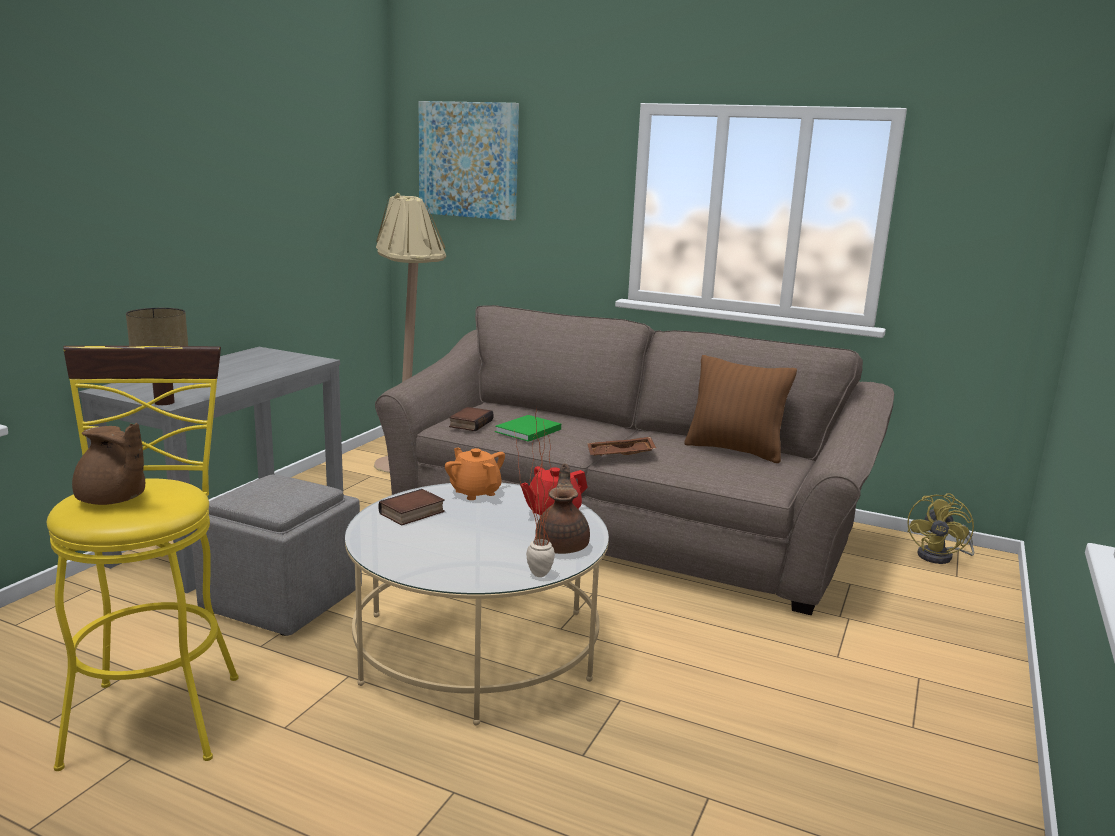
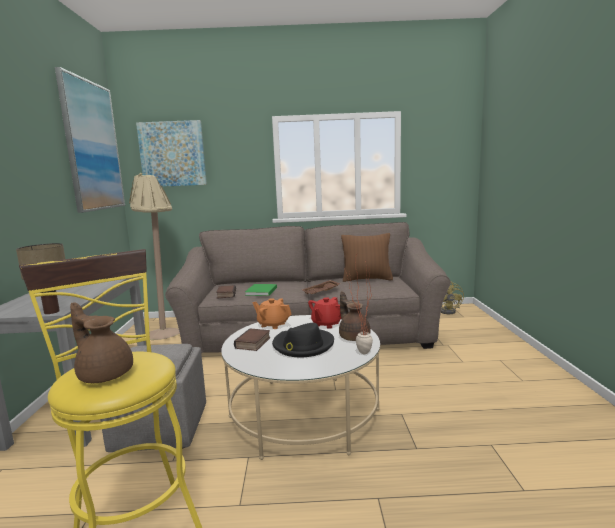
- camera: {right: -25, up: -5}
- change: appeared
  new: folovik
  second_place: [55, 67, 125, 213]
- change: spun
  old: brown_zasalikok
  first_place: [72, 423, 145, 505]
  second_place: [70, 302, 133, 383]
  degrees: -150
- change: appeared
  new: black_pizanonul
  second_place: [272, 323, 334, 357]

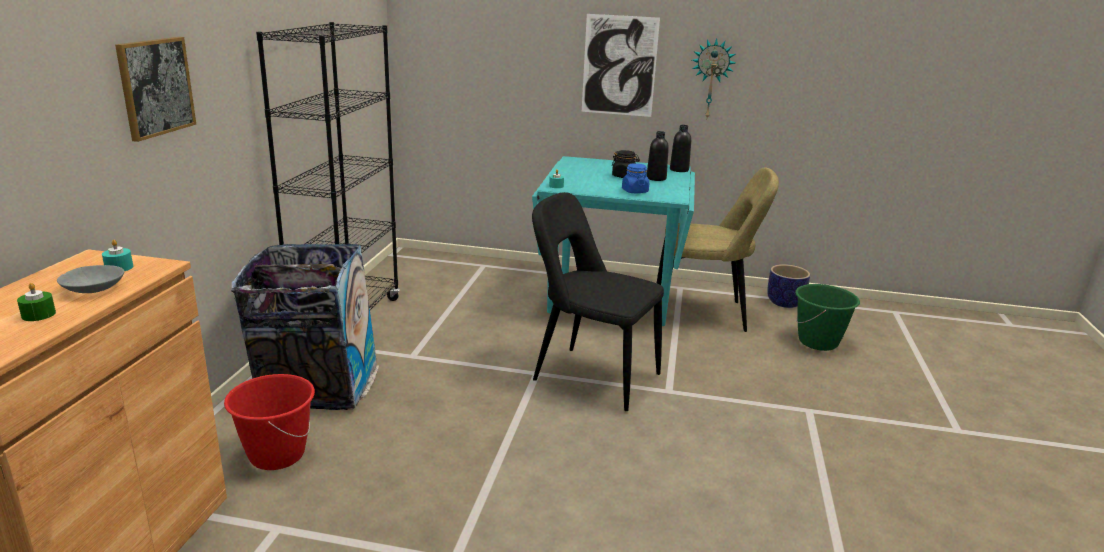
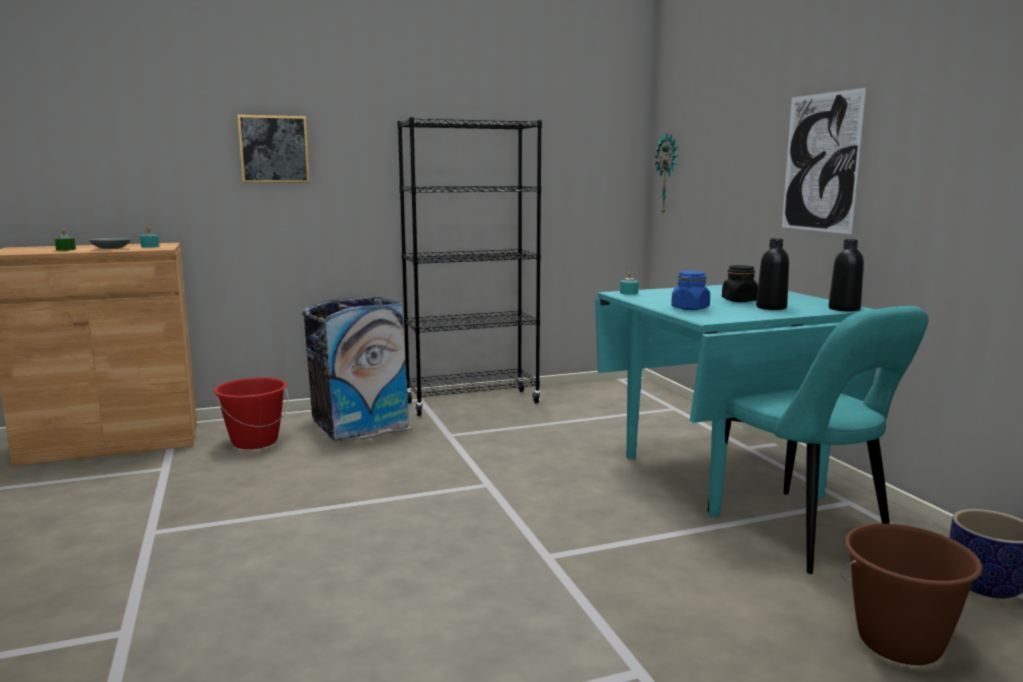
- camera: {right: 60, up: -10}
- change: relocated
  old: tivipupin
  first_place: [692, 38, 736, 118]
  second_place: [654, 133, 678, 214]
- change: colour
  old: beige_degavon
  new: turquoise_degavon
  first_place: [657, 168, 779, 332]
  second_place: [707, 306, 928, 574]
- change: colour
  old: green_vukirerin
  new: brown_vukirerin
  first_place: [795, 284, 860, 351]
  second_place: [841, 524, 983, 665]
- change: missing
  old: black_degavon
  first_place: [532, 192, 664, 411]

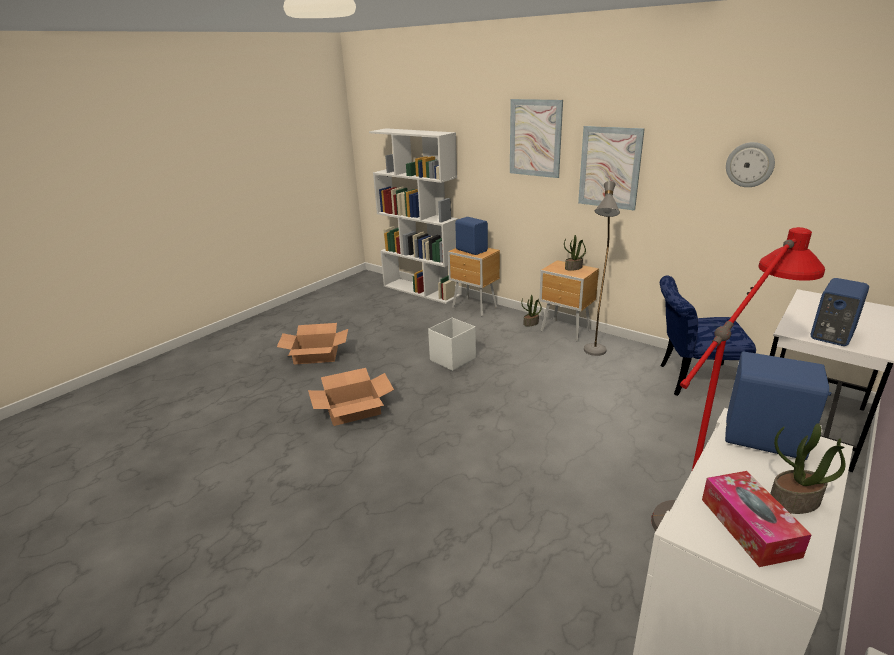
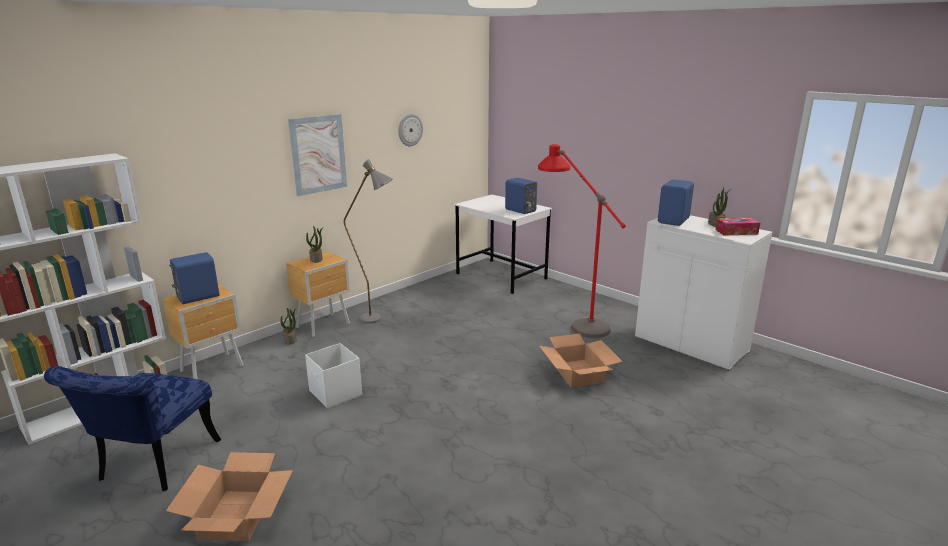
- camera: {right: -85, up: -5}
- change: relocated
  old: blue_degavon
  first_place: [660, 275, 756, 396]
  second_place: [44, 366, 221, 491]
- change: relocated
  old: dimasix
  first_place: [308, 368, 394, 426]
  second_place: [539, 333, 623, 388]
- change: missing
  old: folovik
  first_place: [510, 99, 563, 178]

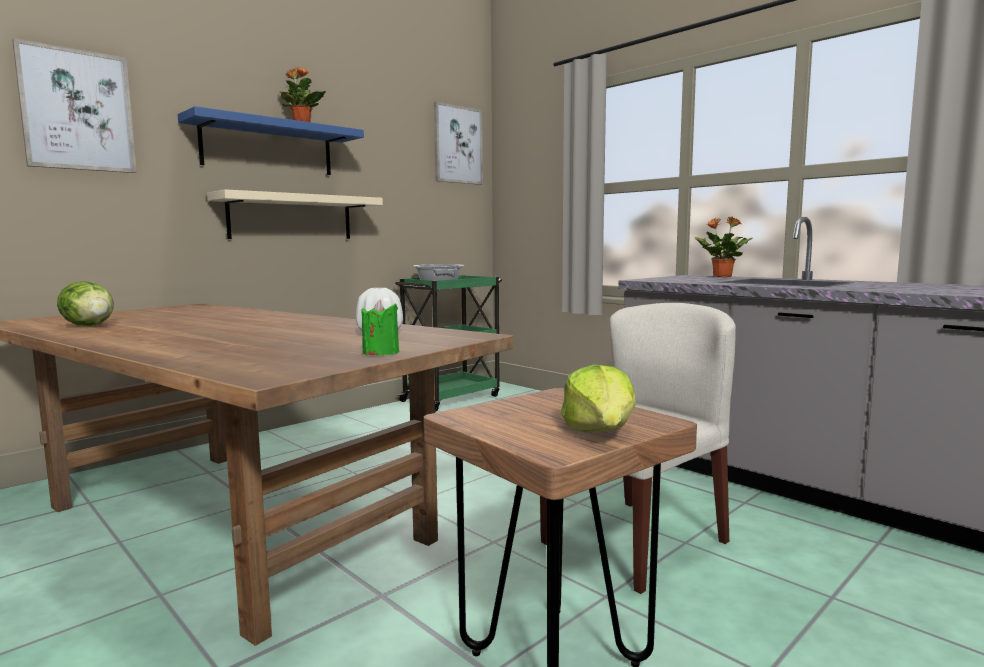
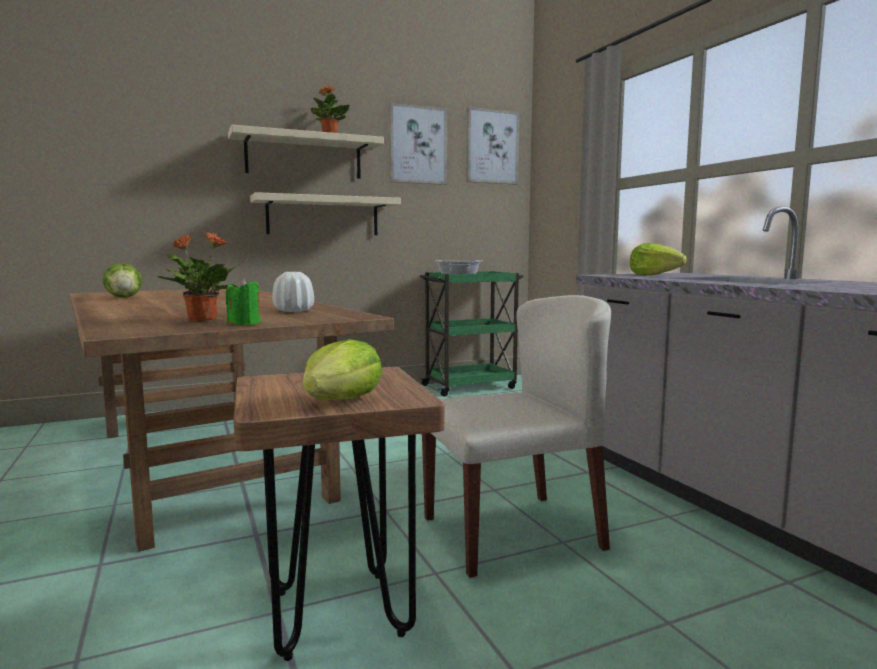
- camera: {right: 20, up: 0}
- change: relocated
  old: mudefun
  first_place: [695, 217, 752, 277]
  second_place: [157, 232, 240, 321]
- change: colour
  old: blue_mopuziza
  new: beige_mopuziza
  first_place: [178, 106, 364, 175]
  second_place: [228, 125, 384, 179]
- change: relocated
  old: folovik
  first_place: [12, 38, 137, 173]
  second_place: [389, 102, 447, 185]
- change: appeared
  new: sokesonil
  second_place: [630, 243, 687, 275]

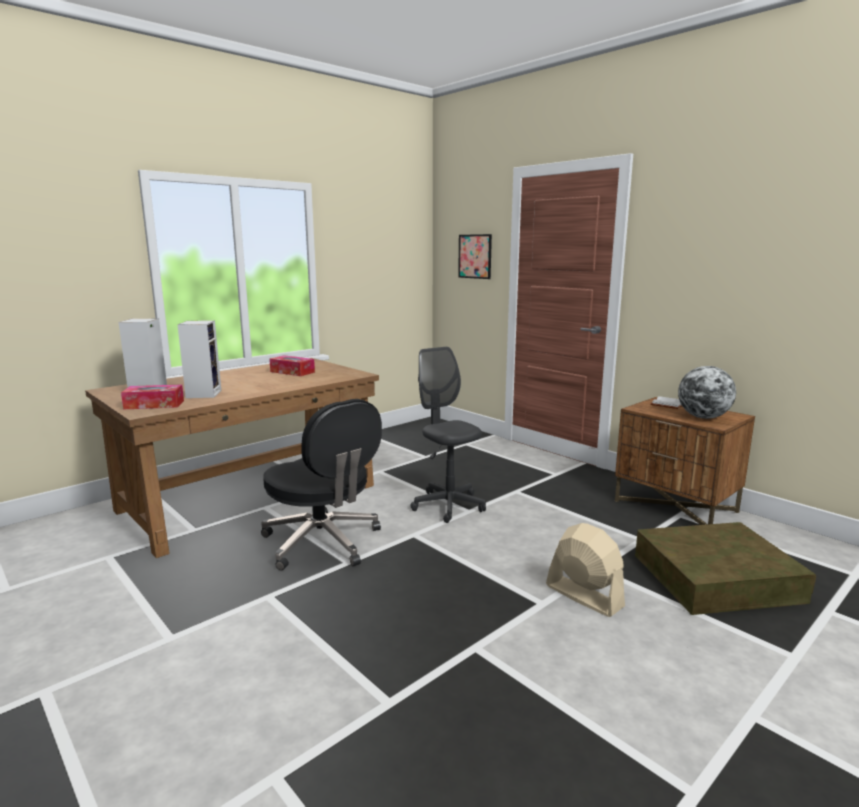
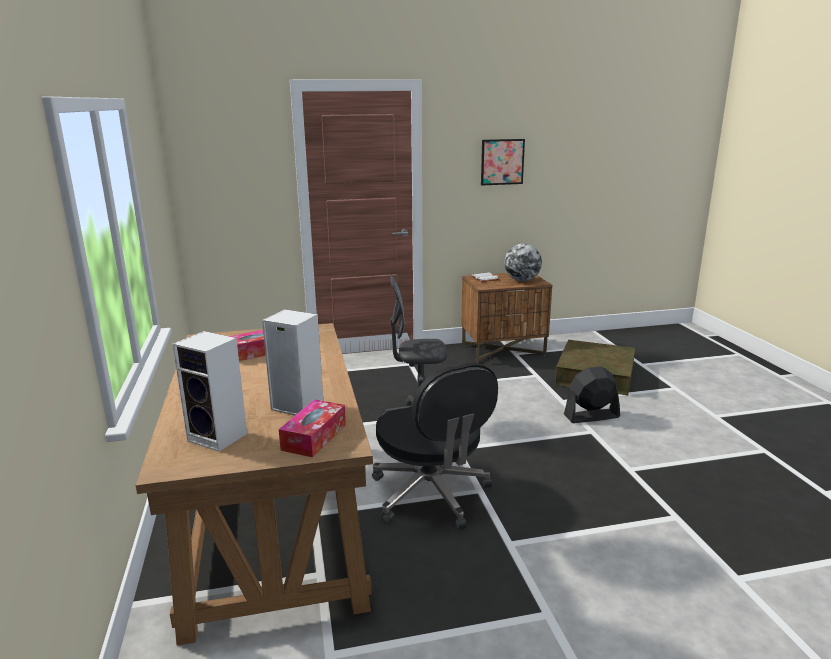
- camera: {right: -60, up: 5}
- change: spun
  old: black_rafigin
  first_place: [261, 399, 382, 571]
  second_place: [372, 362, 498, 530]
  degrees: 75
- change: relocated
  old: folovik
  first_place: [458, 234, 492, 279]
  second_place: [481, 139, 525, 186]
- change: colour
  old: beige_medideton
  new: black_medideton
  first_place: [546, 523, 625, 617]
  second_place: [564, 367, 620, 423]

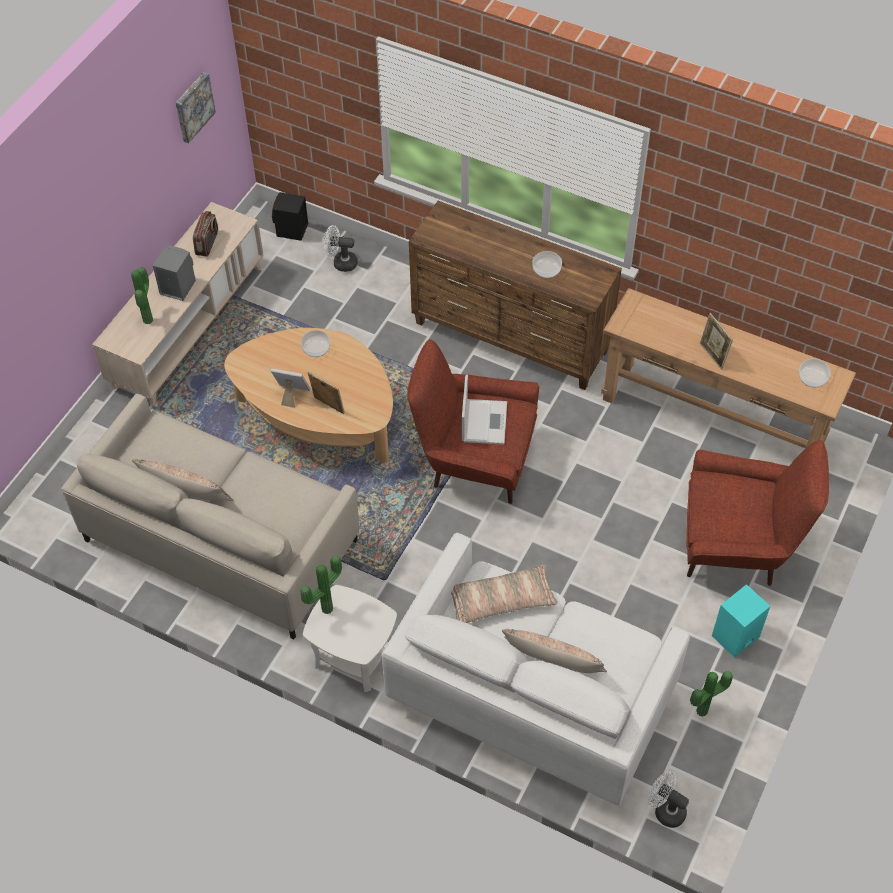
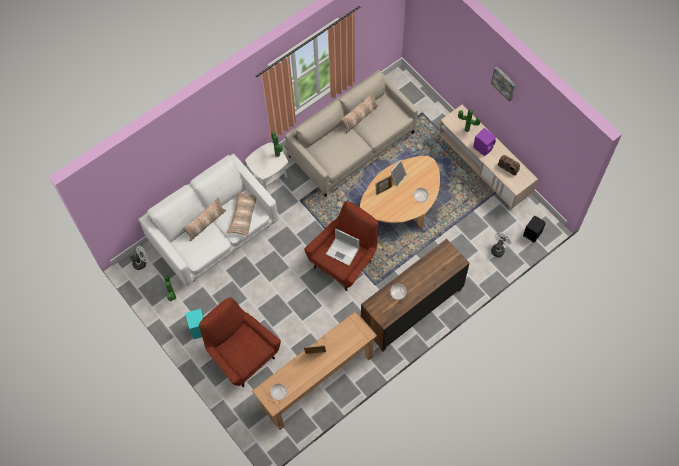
- camera: {right: 115, up: 10}
- change: spun
  old: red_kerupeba
  first_place: [686, 440, 829, 586]
  second_place: [199, 297, 281, 387]
  degrees: 105
- change: colour
  old: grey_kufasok
  new: purple_kufasok
  first_place: [153, 245, 196, 301]
  second_place: [473, 128, 496, 156]
- change: relocated
  old: folovik
  first_place: [176, 72, 216, 144]
  second_place: [491, 67, 516, 102]

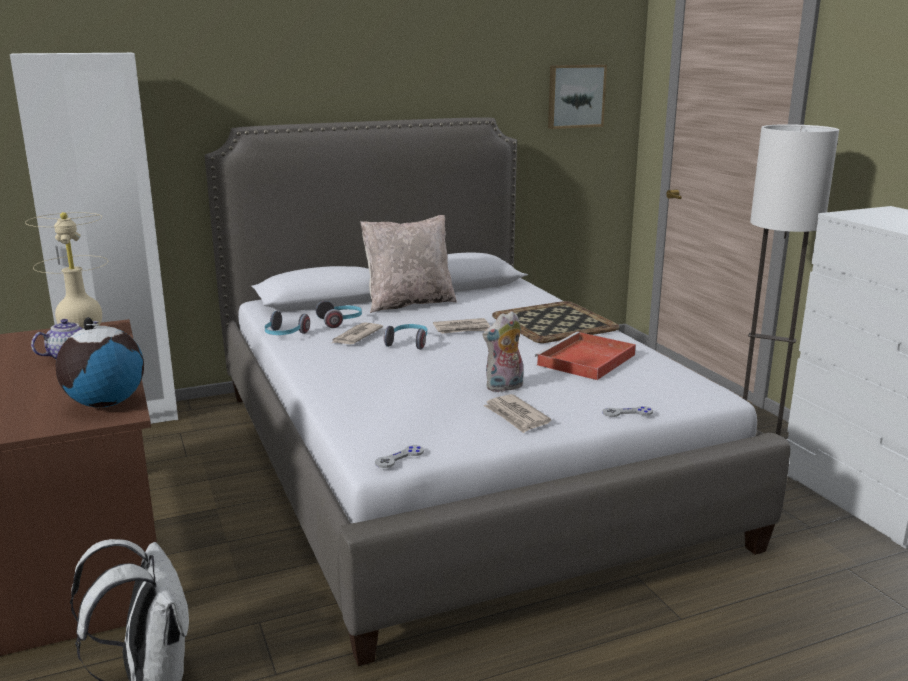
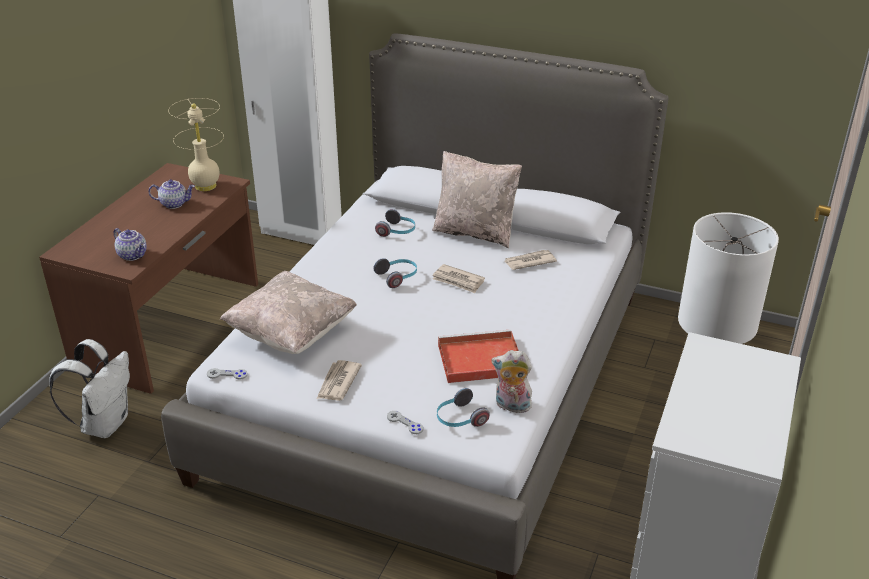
- camera: {right: 45, up: 15}
- change: exchanged
  old: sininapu
  new: zasalikok
  first_place: [55, 317, 144, 407]
  second_place: [113, 228, 147, 261]
- change: appeared
  new: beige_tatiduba
  second_place: [220, 271, 357, 354]
- change: relocated
  old: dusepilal
  first_place: [264, 311, 310, 335]
  second_place: [437, 388, 490, 427]
- change: relocated
  old: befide
  first_place: [483, 311, 523, 392]
  second_place: [491, 350, 532, 413]
- change: relocated
  old: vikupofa
  first_place: [332, 323, 383, 344]
  second_place: [504, 250, 557, 270]
- change: missing
  old: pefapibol
  first_place: [492, 301, 619, 343]
- change: missing
  old: folovik
  first_place: [548, 65, 607, 129]

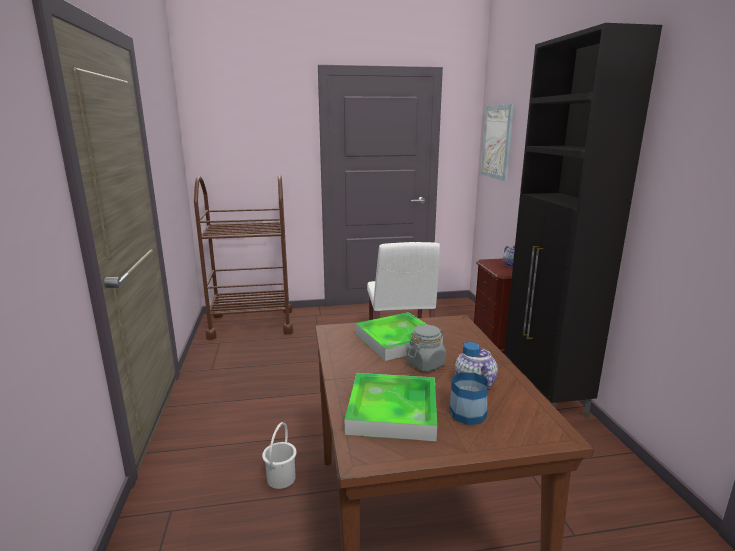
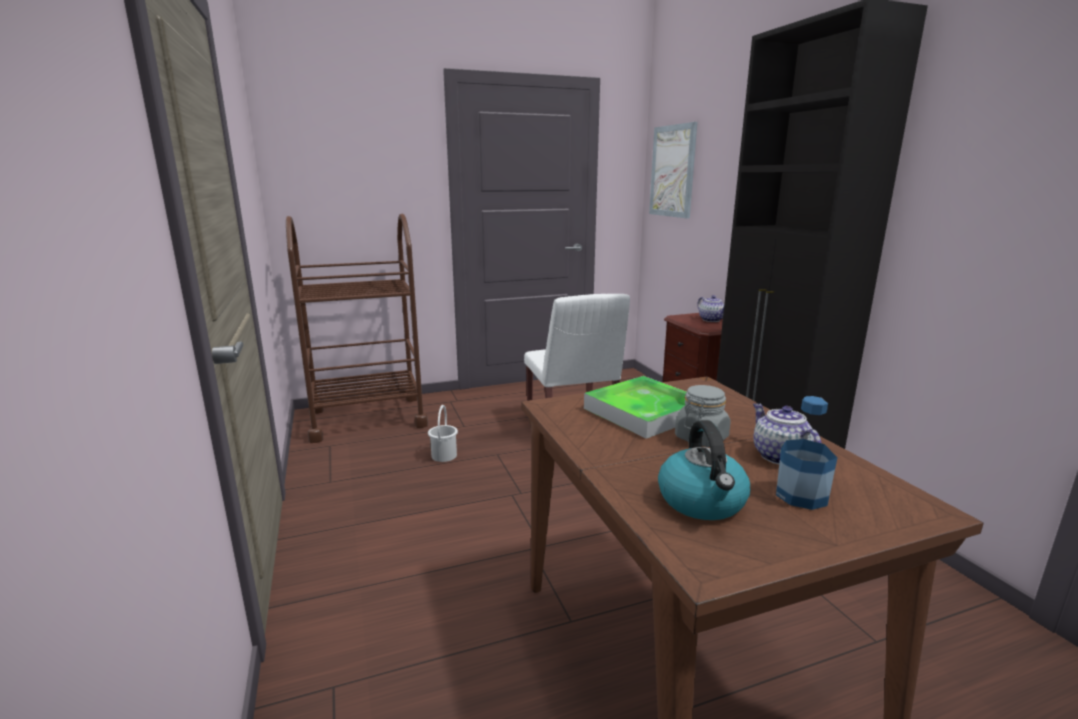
- camera: {right: -10, up: 0}
- change: relocated
  old: white_vukirerin
  first_place: [262, 422, 297, 489]
  second_place: [428, 405, 458, 462]
- change: exchanged
  old: pefapibol
  new: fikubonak
  first_place: [345, 373, 437, 441]
  second_place: [658, 420, 750, 520]

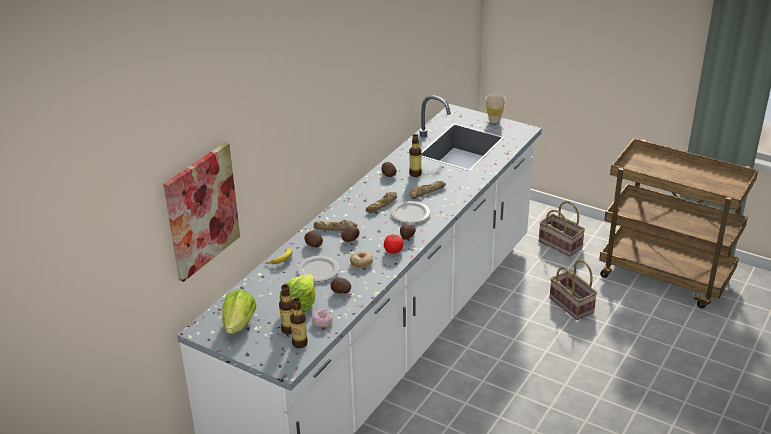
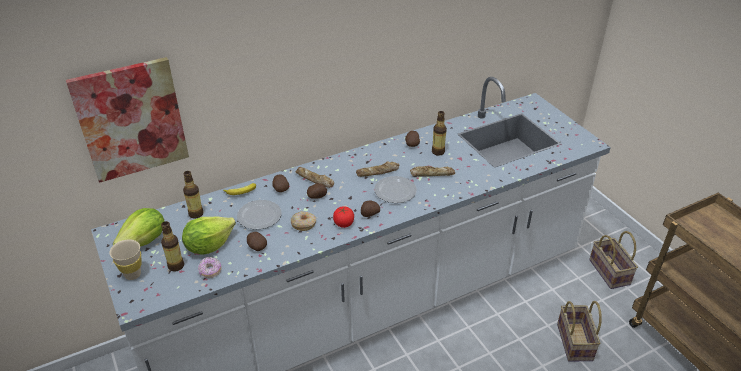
- camera: {right: 30, up: 5}
- change: relocated
  old: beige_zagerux
  first_place: [485, 94, 506, 123]
  second_place: [109, 239, 142, 280]
- change: relocated
  old: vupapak
  first_place: [290, 298, 308, 348]
  second_place: [183, 171, 204, 218]

